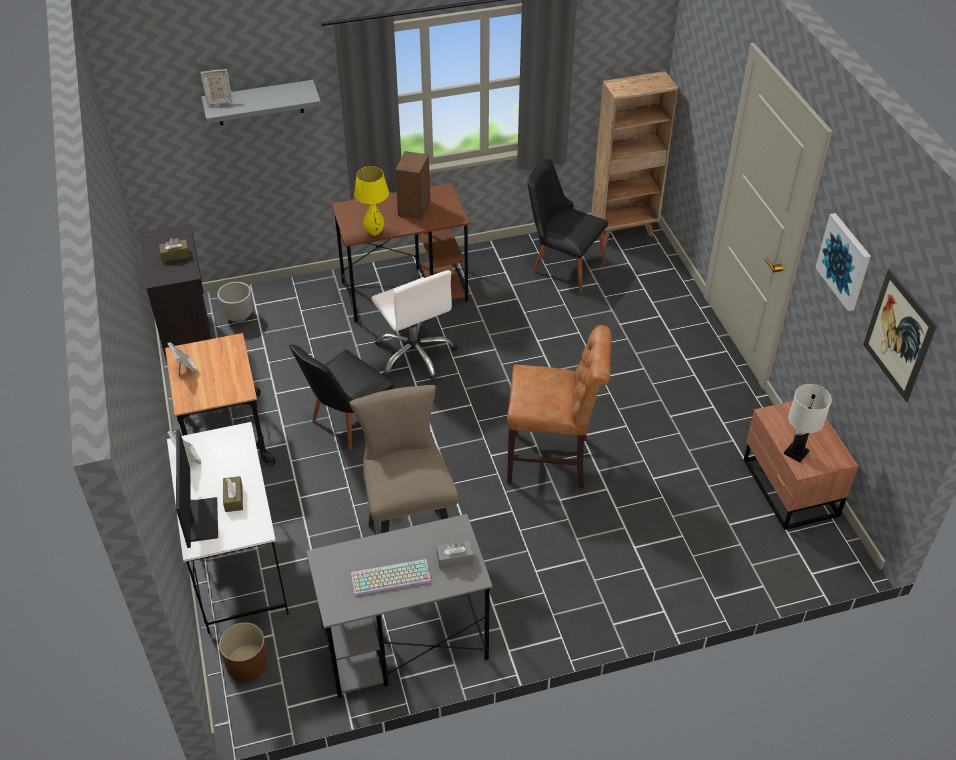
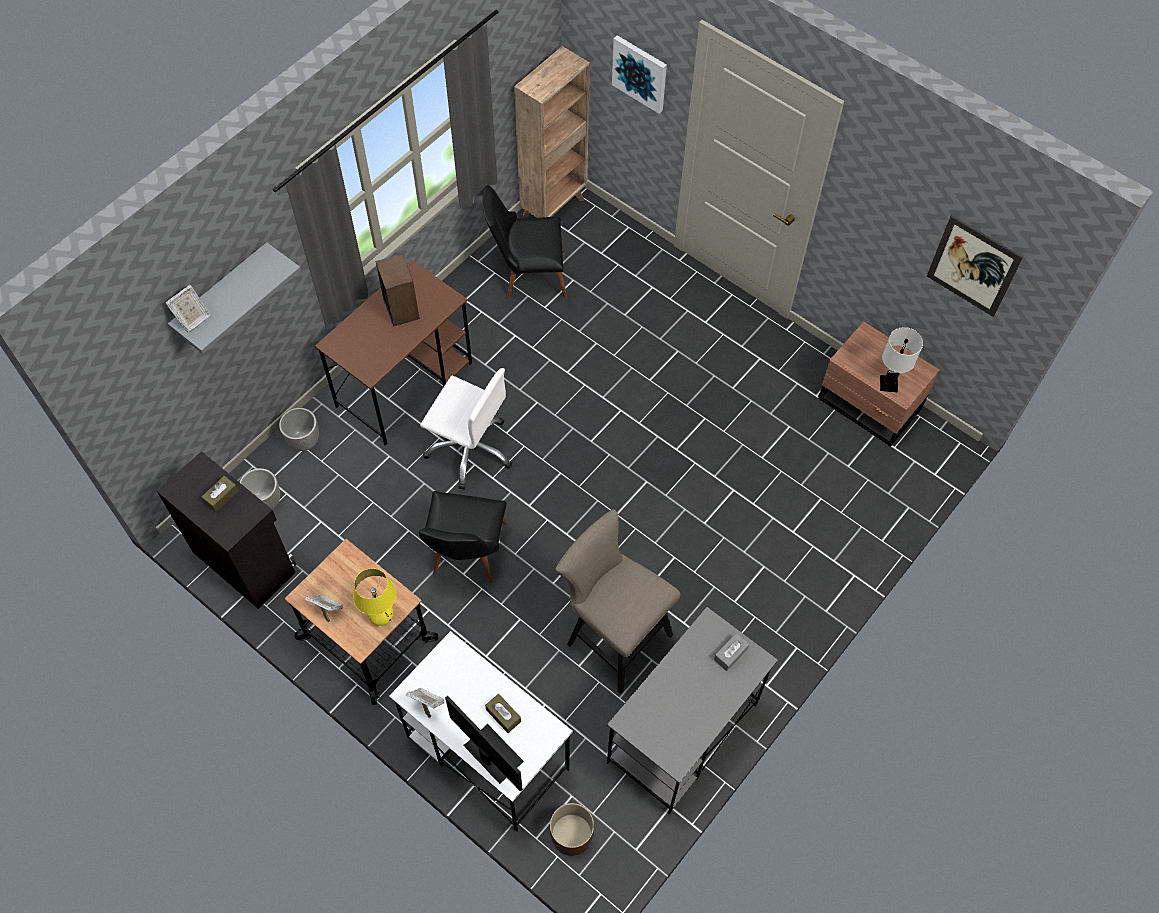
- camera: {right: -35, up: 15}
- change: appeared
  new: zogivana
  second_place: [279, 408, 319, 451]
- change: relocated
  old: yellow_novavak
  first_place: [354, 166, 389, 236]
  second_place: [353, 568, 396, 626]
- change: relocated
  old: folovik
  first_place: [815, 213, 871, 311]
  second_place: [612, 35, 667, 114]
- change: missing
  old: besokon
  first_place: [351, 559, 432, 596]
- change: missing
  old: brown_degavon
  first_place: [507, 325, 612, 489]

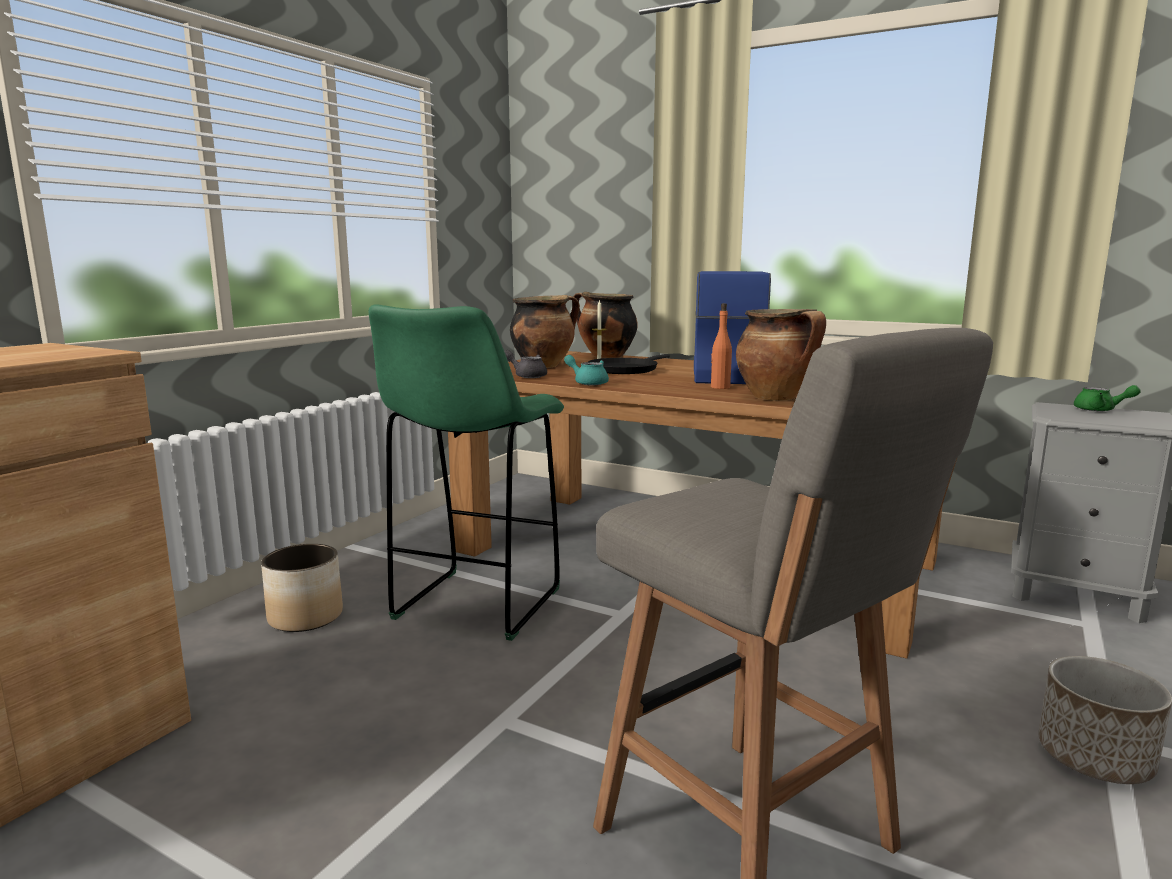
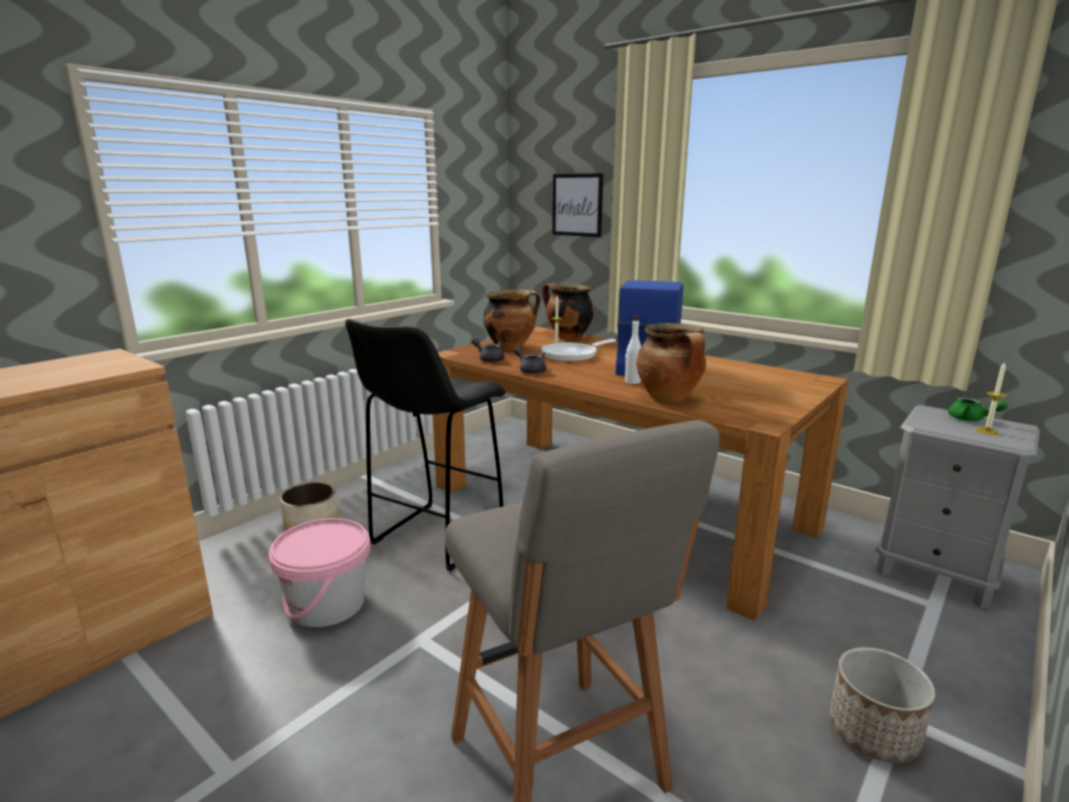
- camera: {right: 10, up: 5}
- change: appeared
  new: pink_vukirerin
  second_place: [269, 518, 371, 627]
- change: colour
  old: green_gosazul
  new: black_gosazul
  first_place: [369, 304, 564, 641]
  second_place: [345, 319, 506, 571]
- change: colour
  old: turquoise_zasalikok
  new: grey_zasalikok
  first_place: [564, 355, 609, 385]
  second_place: [514, 347, 546, 374]
- change: colour
  old: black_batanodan
  new: white_batanodan
  first_place: [588, 354, 670, 374]
  second_place: [541, 339, 616, 361]
- change: appeared
  new: folovik
  second_place: [552, 173, 603, 237]
- change: colour
  old: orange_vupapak
  new: white_vupapak
  first_place: [711, 303, 732, 389]
  second_place: [625, 315, 641, 384]
- change: appeared
  new: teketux
  second_place: [976, 361, 1007, 435]

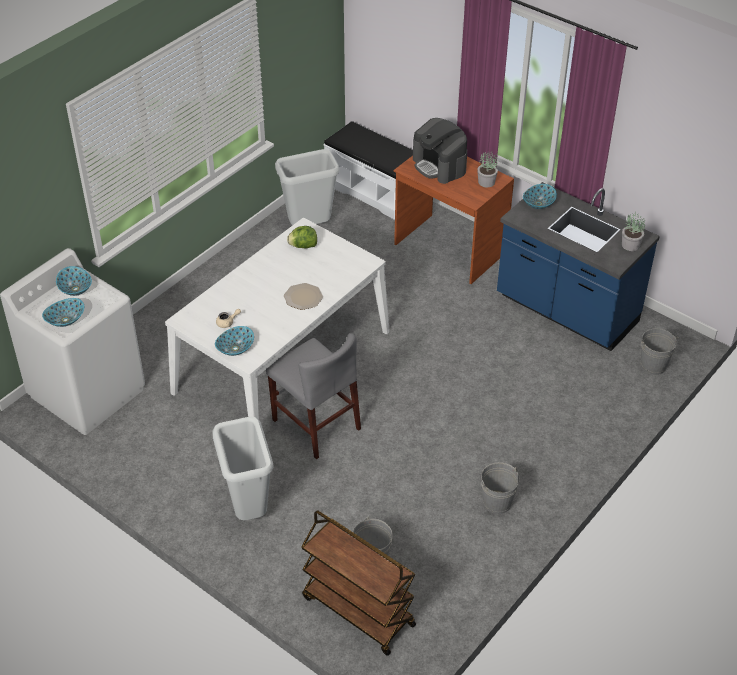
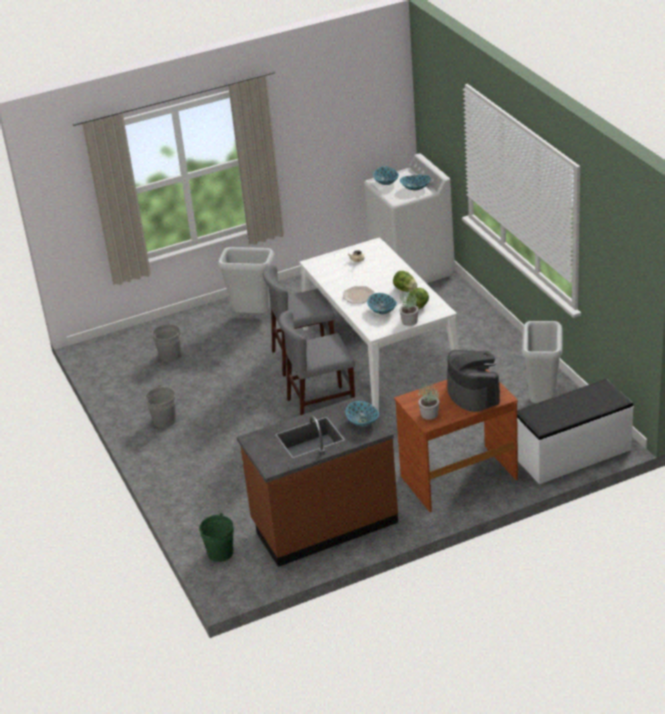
- camera: {right: 120, up: -10}
- change: colour
  old: grey_vukirerin
  new: green_vukirerin
  first_place: [641, 328, 679, 375]
  second_place: [199, 513, 234, 562]
- change: colour
  old: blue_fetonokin
  new: brown_fetonokin
  first_place: [497, 182, 660, 351]
  second_place: [237, 395, 398, 567]
- change: appeared
  new: grey_degavon
  second_place: [279, 310, 355, 415]
- change: relocated
  old: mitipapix
  first_place: [215, 326, 254, 356]
  second_place: [367, 293, 397, 314]
- change: appeared
  new: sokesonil
  second_place: [393, 271, 417, 292]
- change: relocated
  old: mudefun
  first_place: [622, 212, 645, 251]
  second_place: [400, 291, 419, 326]
- change: spun
  old: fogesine
  first_place: [413, 118, 467, 184]
  second_place: [447, 350, 500, 412]
  degrees: 75
- change: missing
  old: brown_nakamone
  first_place: [301, 510, 416, 656]

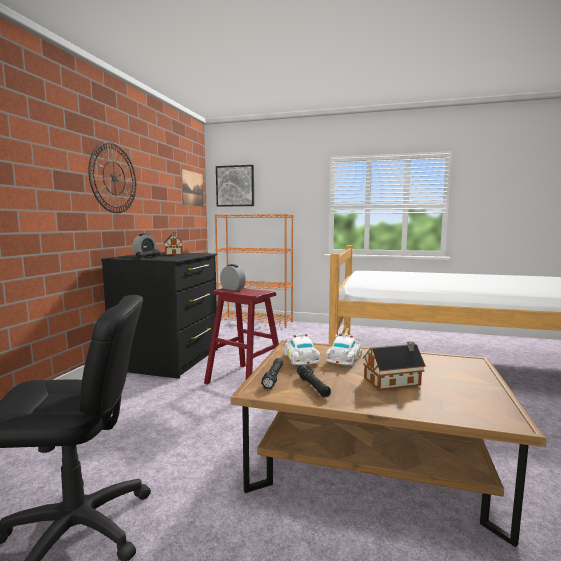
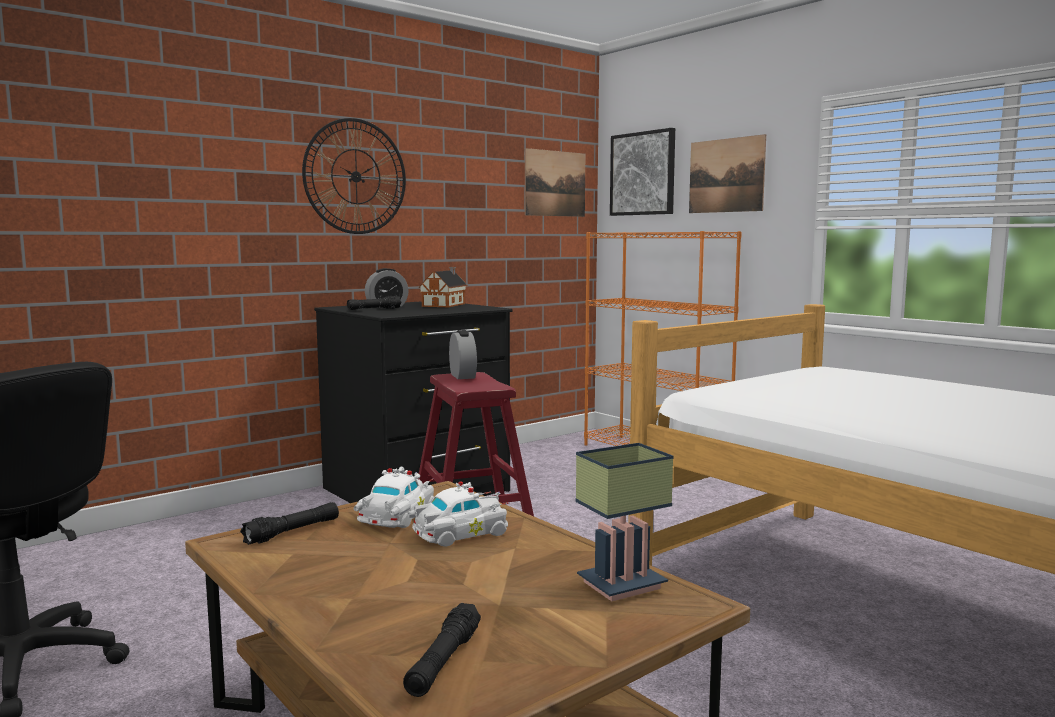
- camera: {right: 35, up: 0}
- change: relocated
  old: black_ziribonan
  first_place: [297, 365, 331, 398]
  second_place: [403, 603, 481, 697]
- change: appeared
  new: novavak
  second_place: [576, 443, 674, 601]
- change: appeared
  new: folovik
  second_place: [689, 134, 766, 213]
- change: missing
  old: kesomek
  first_place: [363, 341, 426, 390]

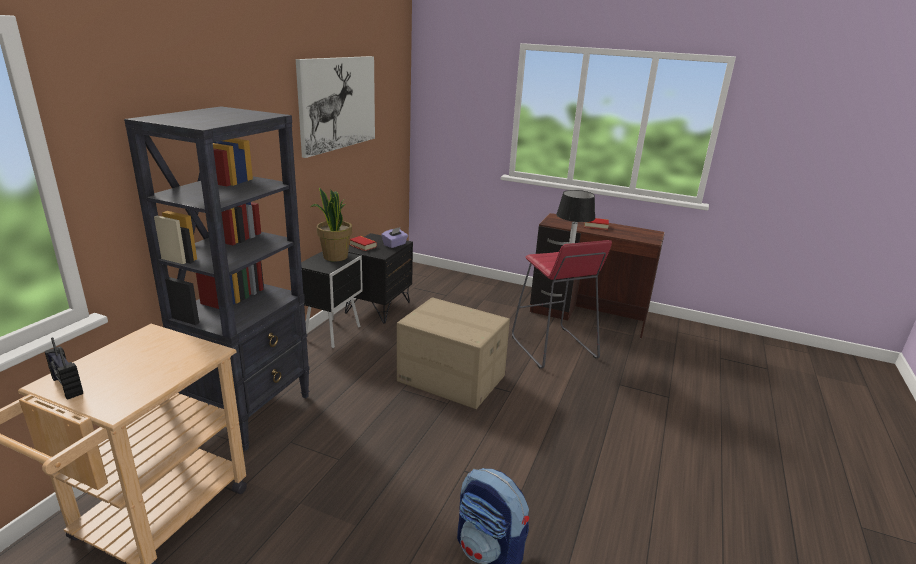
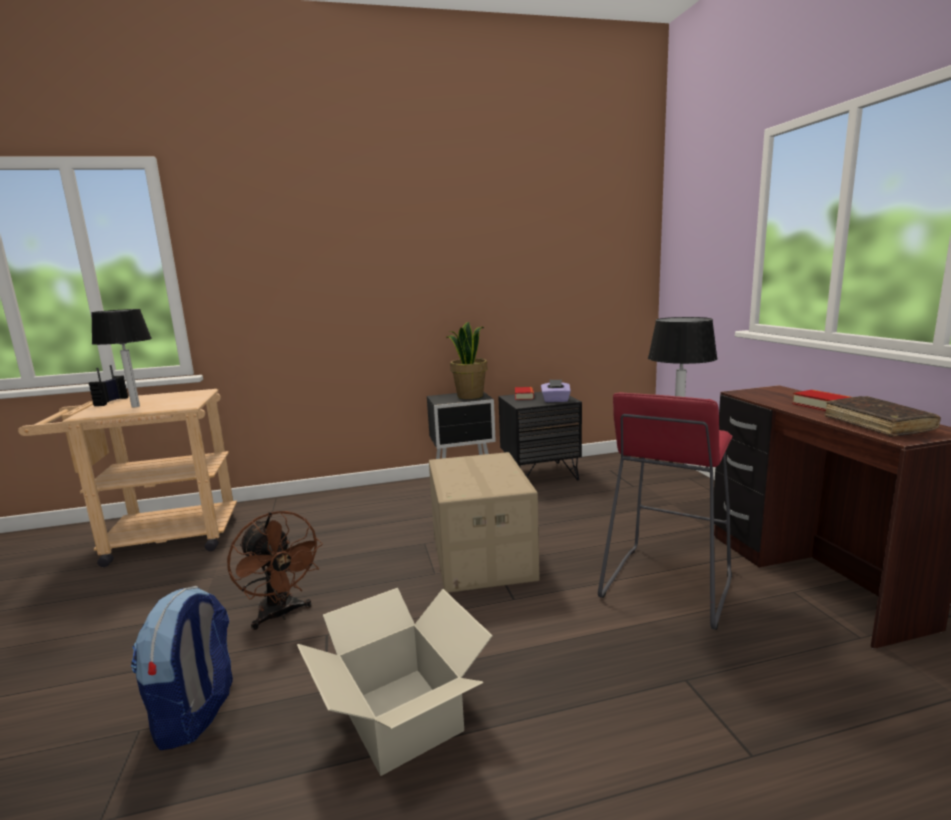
- camera: {right: 55, up: -10}
- change: appeared
  new: novavak
  second_place: [91, 309, 152, 408]
- change: appeared
  new: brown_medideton
  second_place: [227, 511, 323, 630]
- change: appeared
  new: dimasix
  second_place: [297, 588, 493, 776]
- change: appeared
  new: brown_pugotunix
  second_place: [824, 396, 941, 437]
- change: missing
  old: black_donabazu
  first_place: [124, 106, 310, 451]
- change: missing
  old: folovik
  first_place: [296, 56, 375, 158]

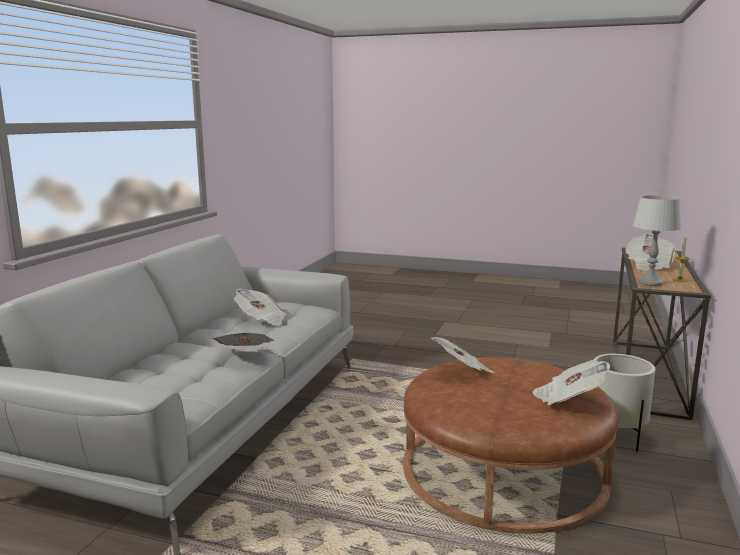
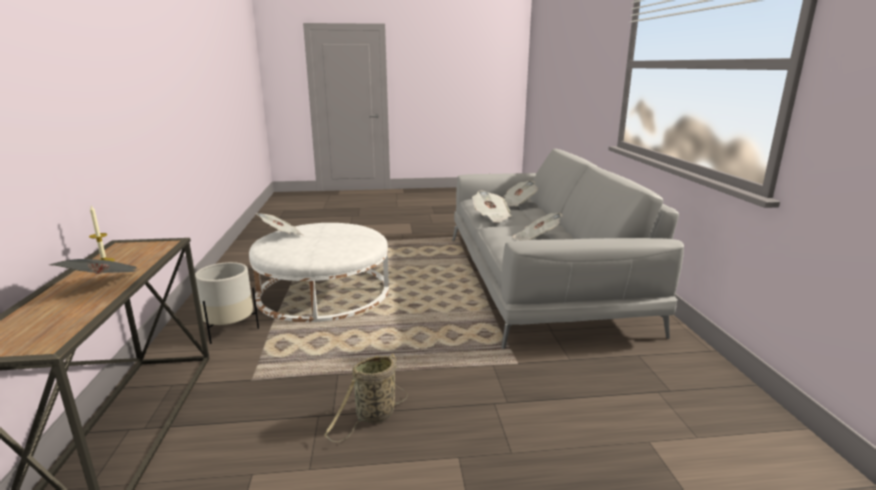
- camera: {right: 155, up: 5}
- change: colour
  old: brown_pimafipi
  new: white_pimafipi
  first_place: [403, 357, 618, 534]
  second_place: [249, 223, 389, 322]
- change: appeared
  new: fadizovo
  second_place: [324, 353, 408, 442]
- change: relocated
  old: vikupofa
  first_place: [430, 337, 495, 373]
  second_place: [503, 181, 538, 206]
- change: missing
  old: grey_novavak
  first_place: [633, 195, 681, 286]

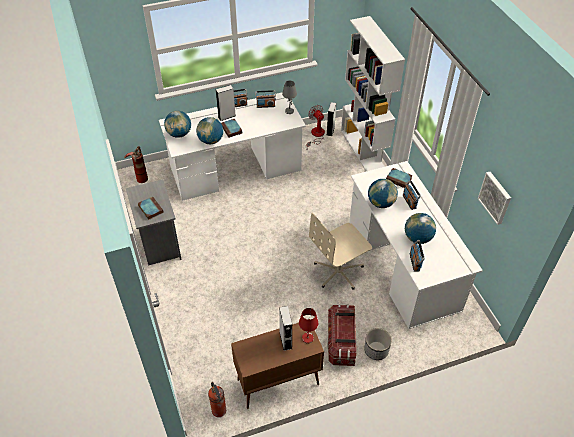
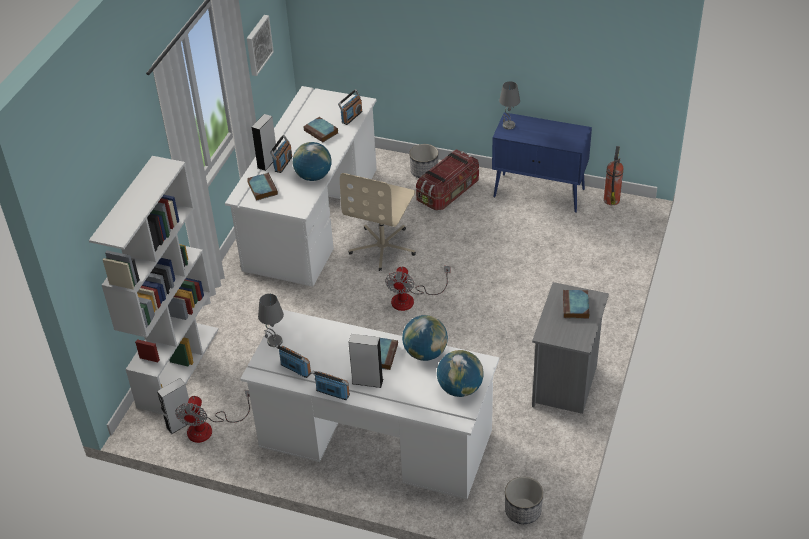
- camera: {right: -140, up: -5}
- change: relocated
  old: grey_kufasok
  first_place: [279, 306, 292, 351]
  second_place: [252, 114, 277, 171]
- change: exchanged
  old: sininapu
  new: pugotunix
  first_place: [405, 213, 436, 244]
  second_place: [303, 117, 338, 142]
- change: spun
  old: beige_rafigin
  first_place: [309, 213, 372, 290]
  second_place: [340, 173, 416, 271]
  degrees: 105
- change: appeared
  new: medideton
  second_place: [385, 266, 451, 311]
- change: colour
  old: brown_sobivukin
  new: blue_sobivukin
  first_place: [231, 323, 324, 409]
  second_place: [492, 112, 592, 213]
- change: colour
  old: red_novavak
  new: grey_novavak
  first_place: [299, 308, 318, 344]
  second_place: [499, 81, 520, 130]
- change: exchanged
  old: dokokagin
  new: zogivana
  first_place: [124, 146, 148, 183]
  second_place: [505, 477, 543, 524]

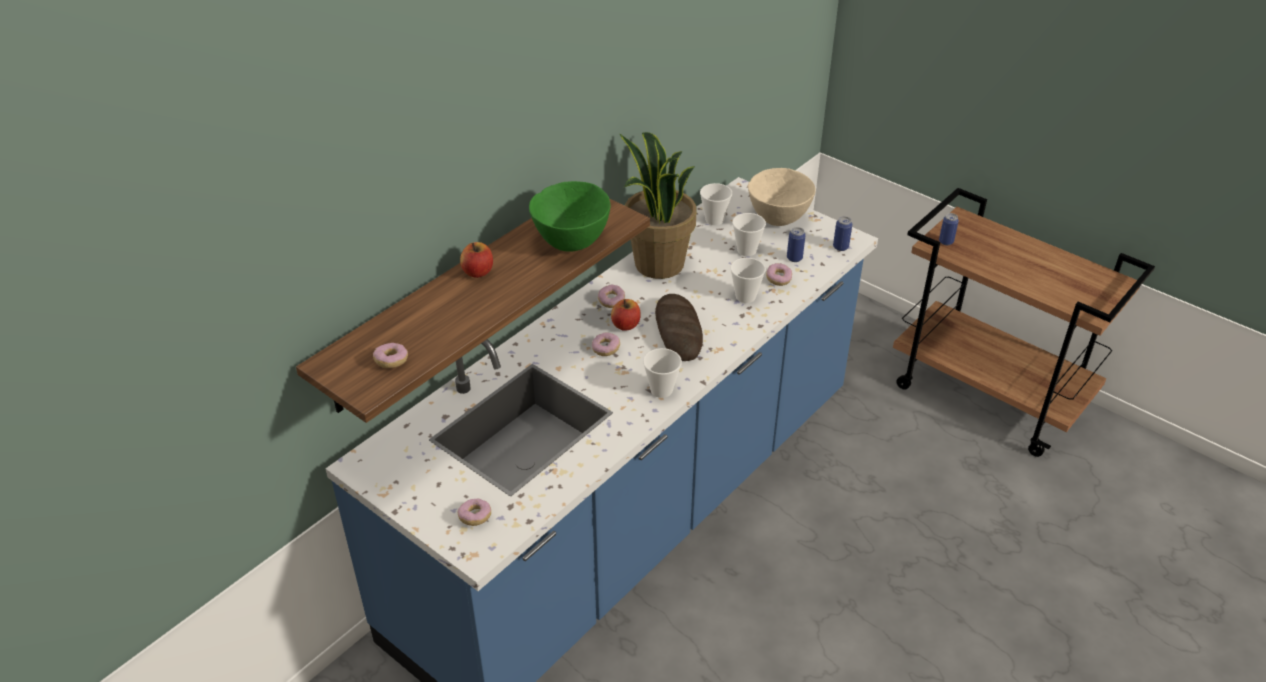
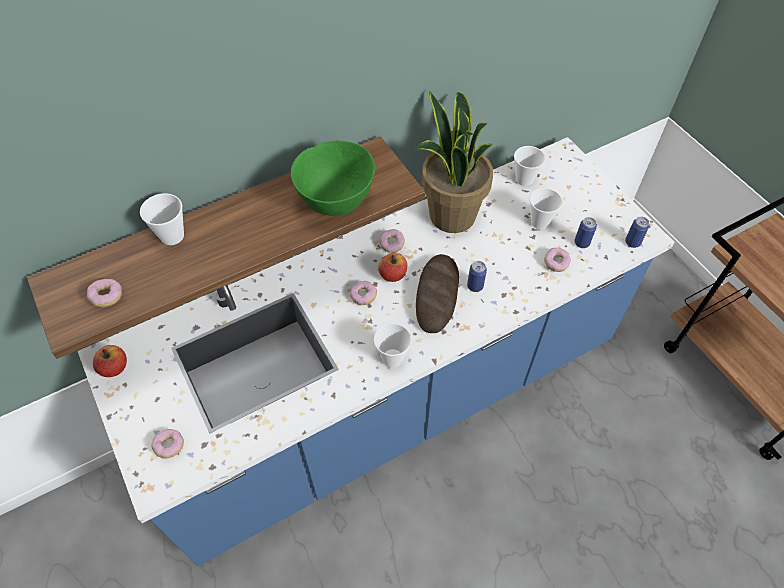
- camera: {right: 20, up: 15}
- change: relocated
  old: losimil
  first_place: [460, 242, 493, 278]
  second_place: [93, 345, 127, 377]
- change: relocated
  old: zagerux
  first_place: [730, 258, 766, 303]
  second_place: [140, 193, 184, 245]
- change: relocated
  old: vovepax
  first_place: [939, 213, 959, 245]
  second_place: [467, 261, 487, 292]
- change: missing
  old: beige_mitipapix
  first_place: [748, 168, 816, 226]

